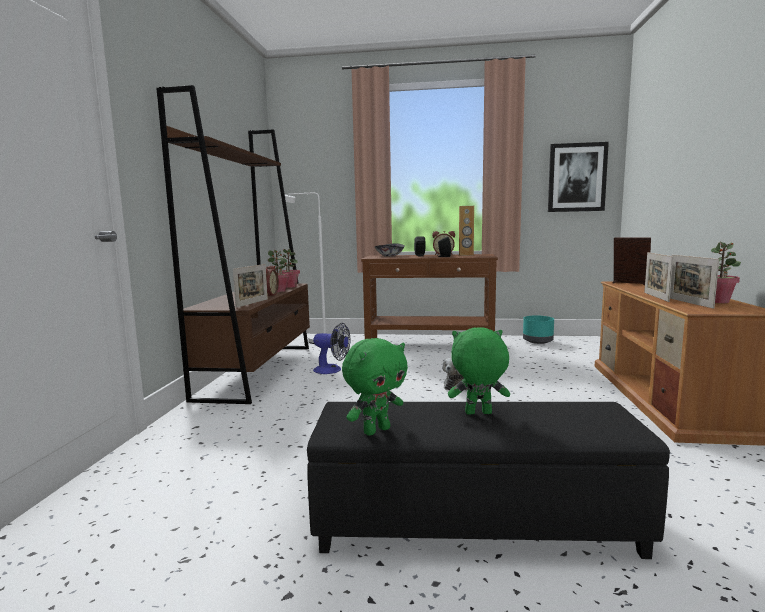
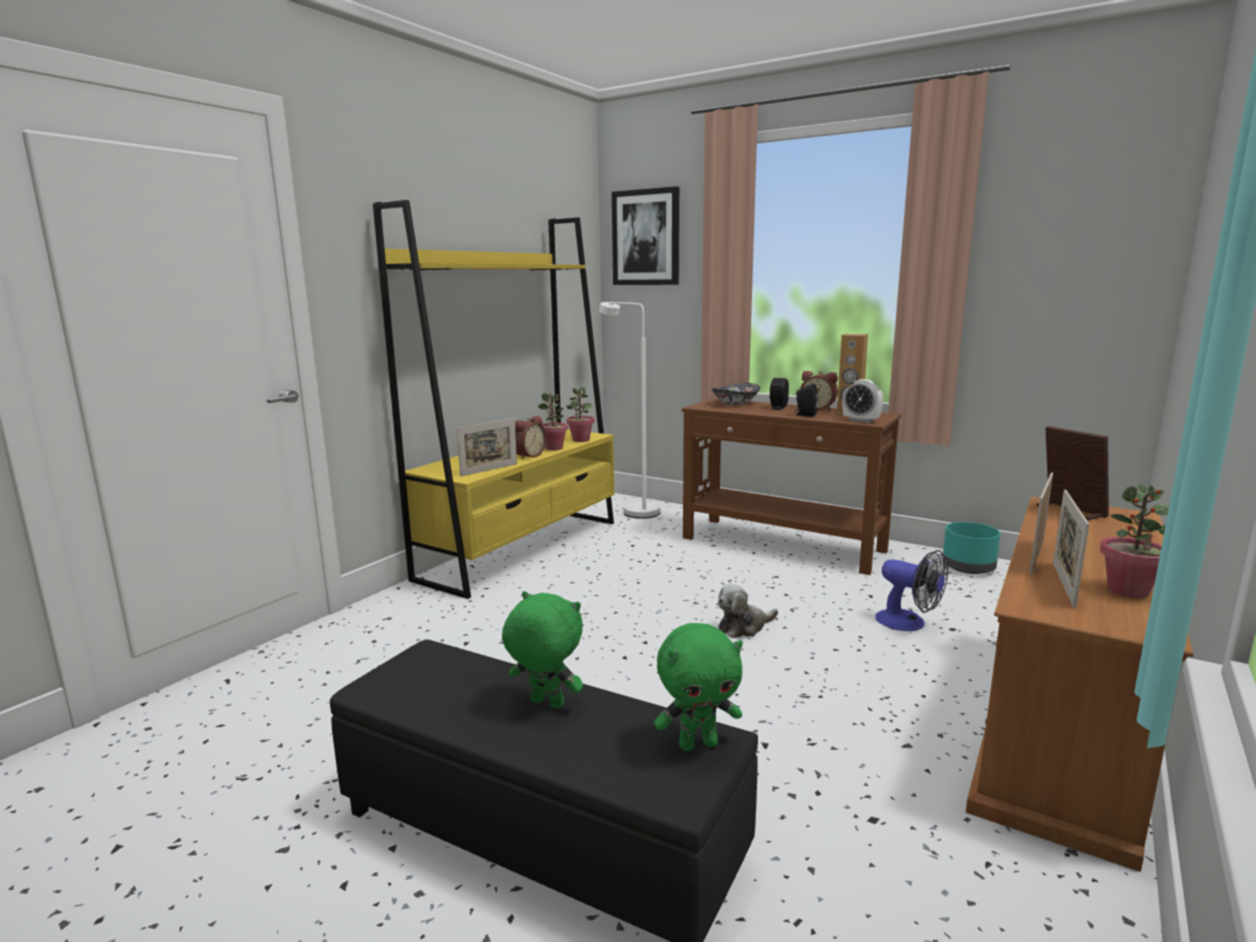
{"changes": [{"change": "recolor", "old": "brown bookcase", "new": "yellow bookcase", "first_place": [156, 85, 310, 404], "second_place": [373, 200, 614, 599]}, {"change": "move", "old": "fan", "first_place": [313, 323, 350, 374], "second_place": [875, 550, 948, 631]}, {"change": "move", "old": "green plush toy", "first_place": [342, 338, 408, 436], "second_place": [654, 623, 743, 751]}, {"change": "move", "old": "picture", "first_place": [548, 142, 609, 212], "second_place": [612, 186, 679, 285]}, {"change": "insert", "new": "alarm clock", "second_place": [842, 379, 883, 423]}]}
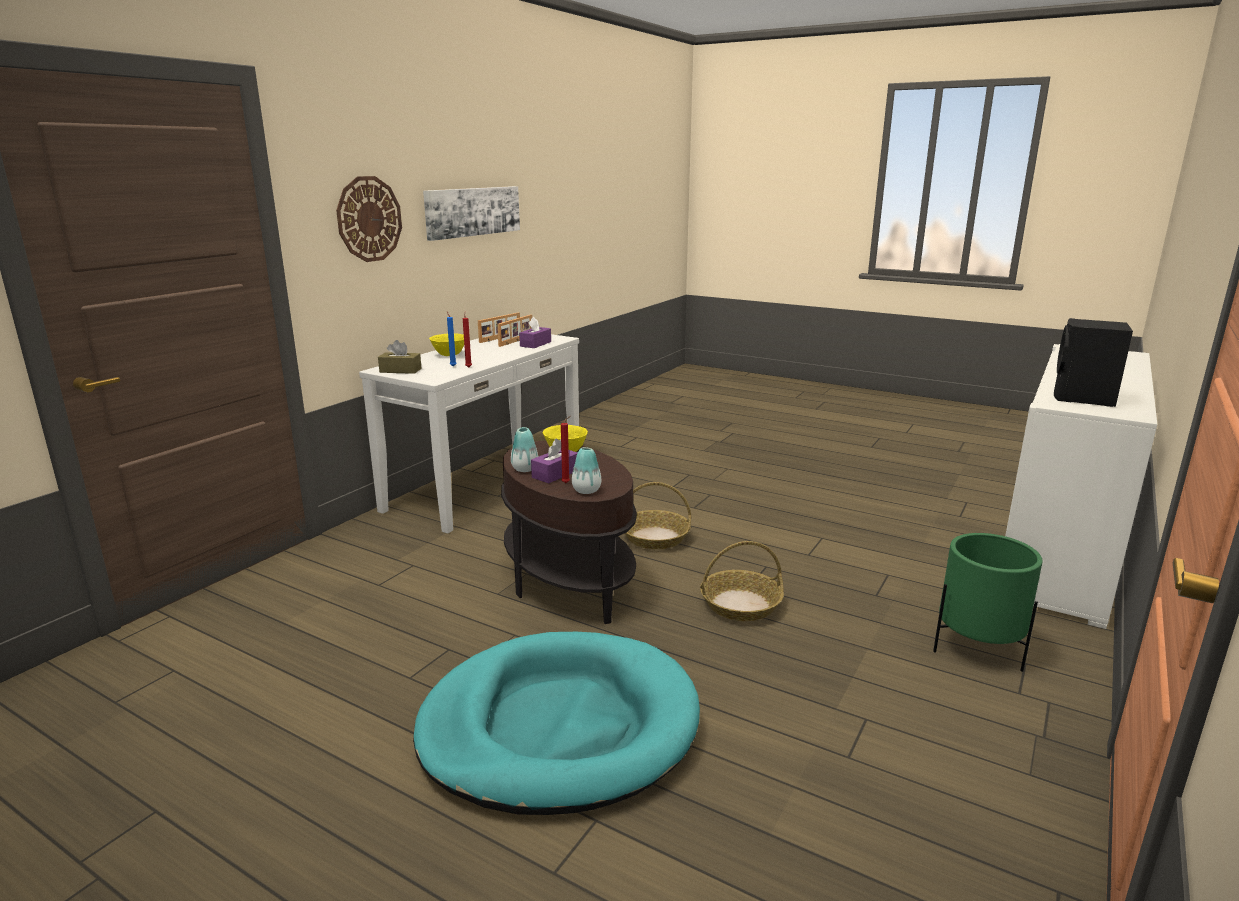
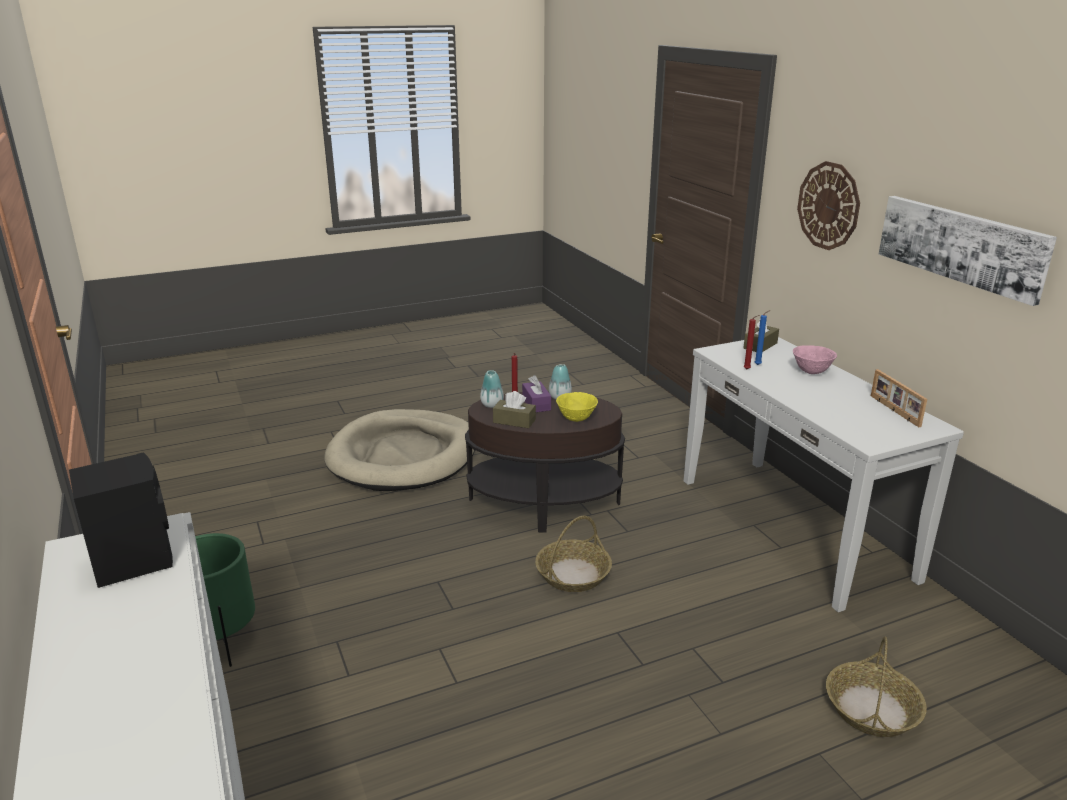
{"changes": [{"change": "recolor", "old": "turquoise dog bed", "new": "beige dog bed", "first_place": [413, 632, 700, 815], "second_place": [324, 409, 475, 491]}, {"change": "recolor", "old": "yellow bowl", "new": "pink bowl", "first_place": [429, 333, 464, 356], "second_place": [793, 345, 837, 374]}, {"change": "delete", "old": "picture frame", "first_place": [497, 315, 532, 347]}, {"change": "delete", "old": "purple tissue box", "first_place": [519, 317, 551, 348]}, {"change": "move", "old": "basket", "first_place": [700, 541, 784, 621], "second_place": [826, 636, 927, 737]}, {"change": "insert", "new": "brown tissue box", "second_place": [493, 391, 536, 428]}]}
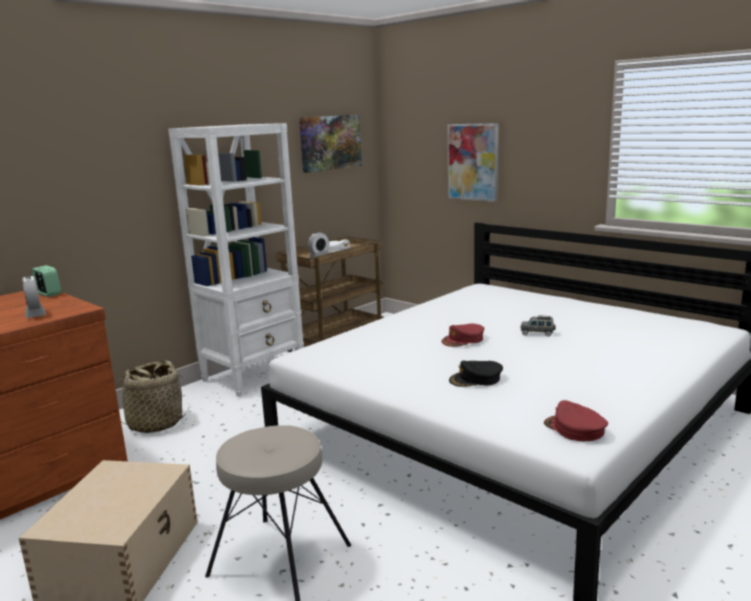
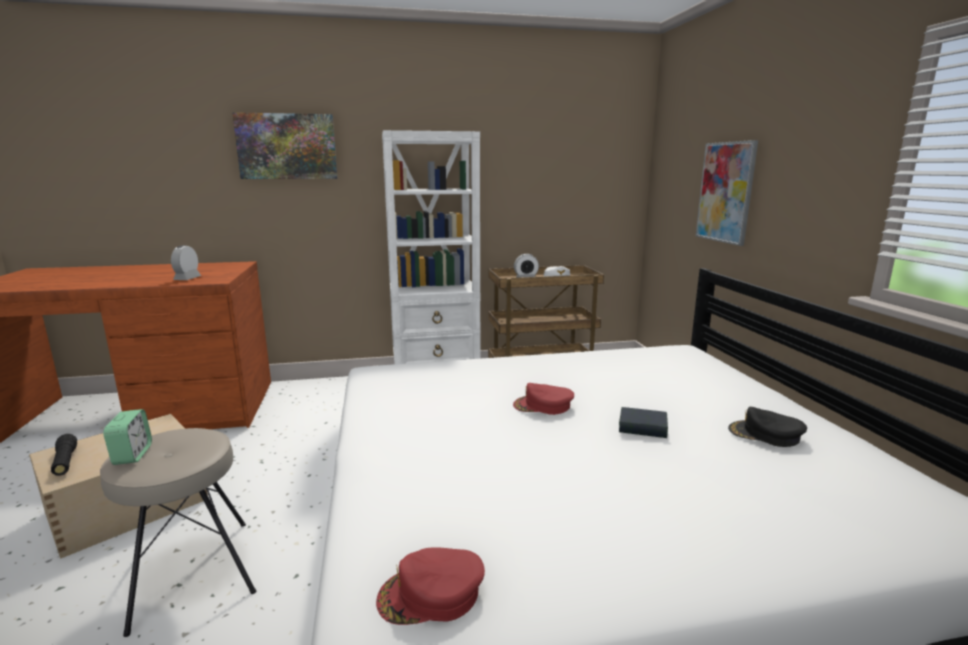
{"changes": [{"change": "move", "old": "alarm clock", "first_place": [32, 265, 62, 297], "second_place": [103, 409, 152, 465]}, {"change": "delete", "old": "basket", "first_place": [116, 361, 190, 433]}, {"change": "move", "old": "picture", "first_place": [299, 115, 362, 173], "second_place": [232, 112, 337, 179]}, {"change": "move", "old": "black cap", "first_place": [449, 361, 503, 387], "second_place": [728, 407, 807, 447]}, {"change": "replace", "old": "grey toy car", "new": "book", "first_place": [521, 315, 555, 337], "second_place": [619, 407, 668, 438]}, {"change": "rotate", "old": "red cap", "first_place": [544, 400, 608, 441], "second_place": [376, 547, 485, 625], "degrees": -105}, {"change": "insert", "new": "black flashlight", "second_place": [51, 434, 77, 476]}]}
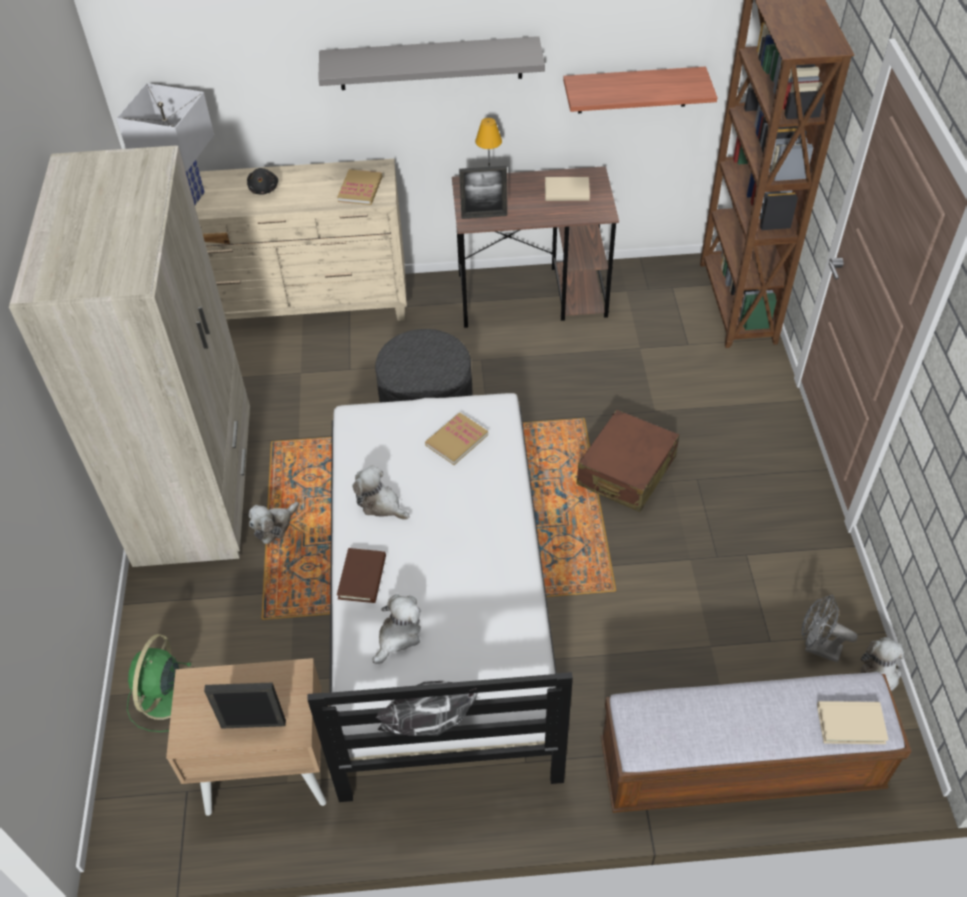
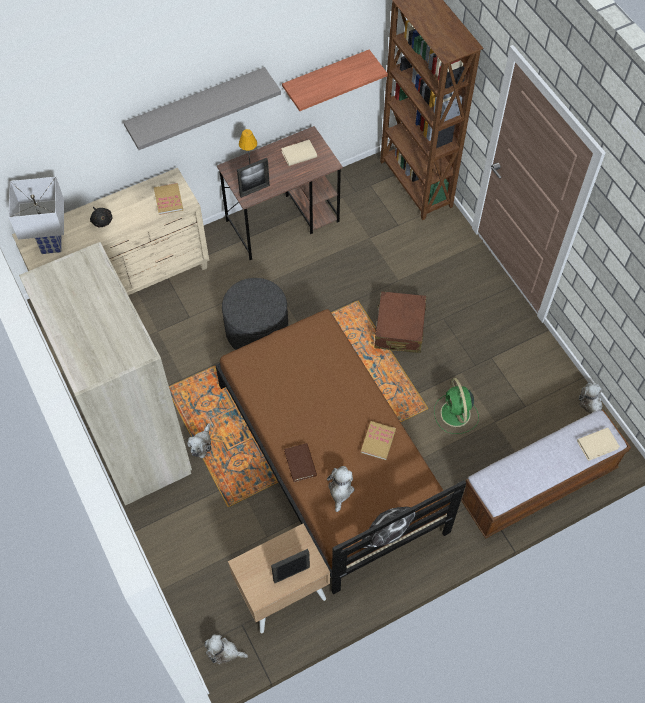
{"changes": [{"change": "move", "old": "green fan", "first_place": [127, 634, 191, 732], "second_place": [434, 378, 479, 434]}, {"change": "recolor", "old": "white bed", "new": "brown bed", "first_place": [308, 393, 573, 802], "second_place": [216, 309, 466, 594]}, {"change": "move", "old": "plush toy", "first_place": [352, 466, 410, 520], "second_place": [204, 635, 248, 664]}, {"change": "move", "old": "book", "first_place": [425, 413, 488, 465], "second_place": [361, 421, 396, 460]}, {"change": "delete", "old": "grey fan", "first_place": [802, 595, 857, 663]}]}
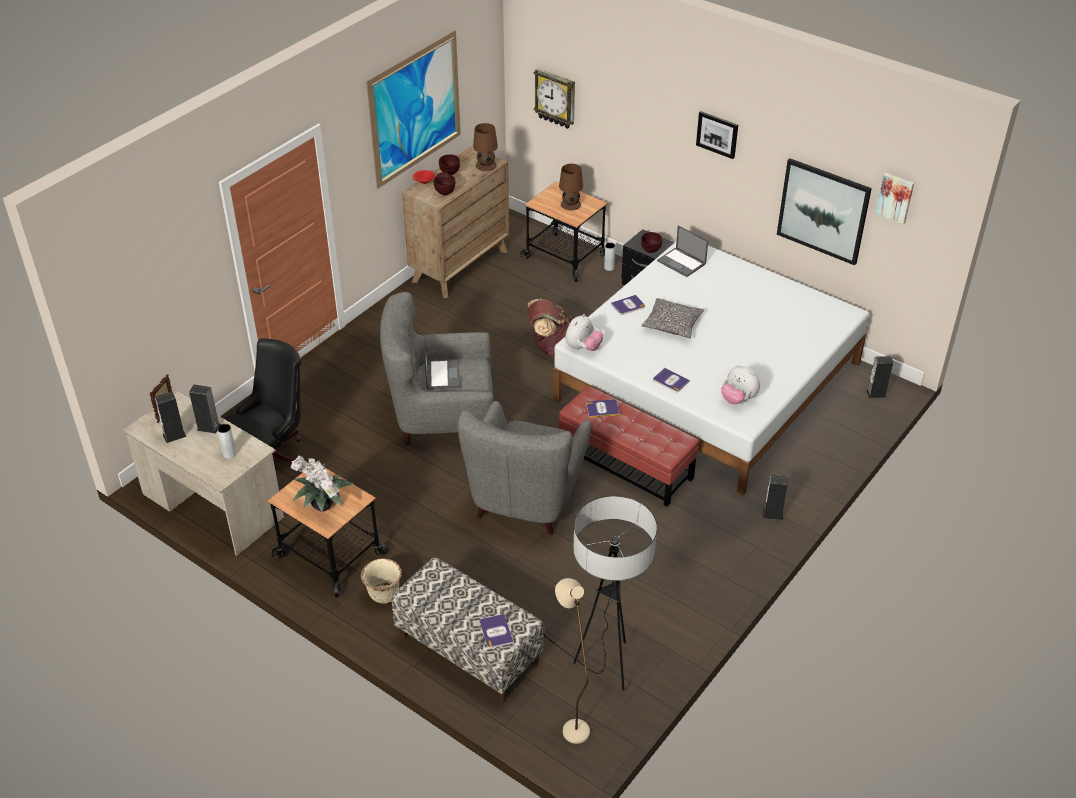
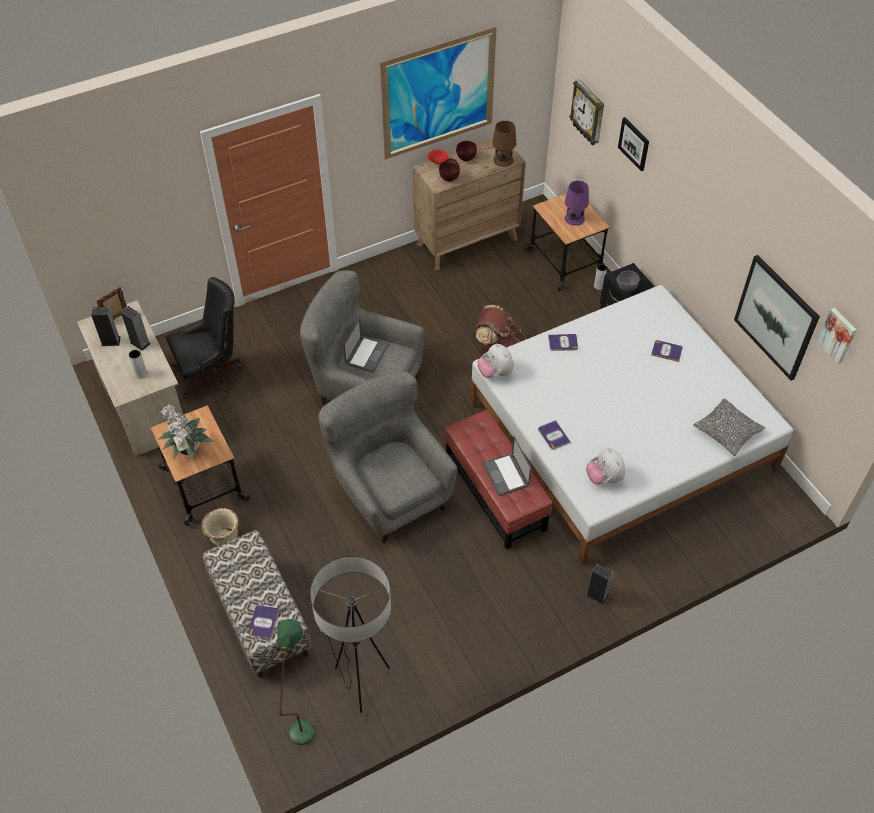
{"changes": [{"change": "rotate", "old": "grey armchair", "first_place": [457, 401, 591, 535], "second_place": [318, 370, 457, 543], "degrees": 105}, {"change": "recolor", "old": "beige floor lamp", "new": "green floor lamp", "first_place": [555, 578, 590, 744], "second_place": [277, 619, 314, 745]}, {"change": "recolor", "old": "brown table lamp", "new": "purple table lamp", "first_place": [559, 164, 583, 210], "second_place": [565, 181, 589, 226]}, {"change": "rotate", "old": "plush toy", "first_place": [565, 314, 603, 351], "second_place": [477, 344, 514, 378], "degrees": 90}, {"change": "move", "old": "book", "first_place": [586, 399, 620, 418], "second_place": [651, 340, 683, 362]}, {"change": "recolor", "old": "brown bowl", "new": "grey bowl", "first_place": [641, 232, 662, 253], "second_place": [616, 271, 639, 292]}, {"change": "move", "old": "pillow", "first_place": [641, 298, 704, 338], "second_place": [693, 398, 765, 456]}, {"change": "move", "old": "laptop", "first_place": [657, 225, 708, 277], "second_place": [483, 436, 532, 496]}, {"change": "move", "old": "picture", "first_place": [696, 111, 738, 159], "second_place": [618, 117, 649, 171]}, {"change": "delete", "old": "speaker", "first_place": [866, 356, 893, 398]}]}
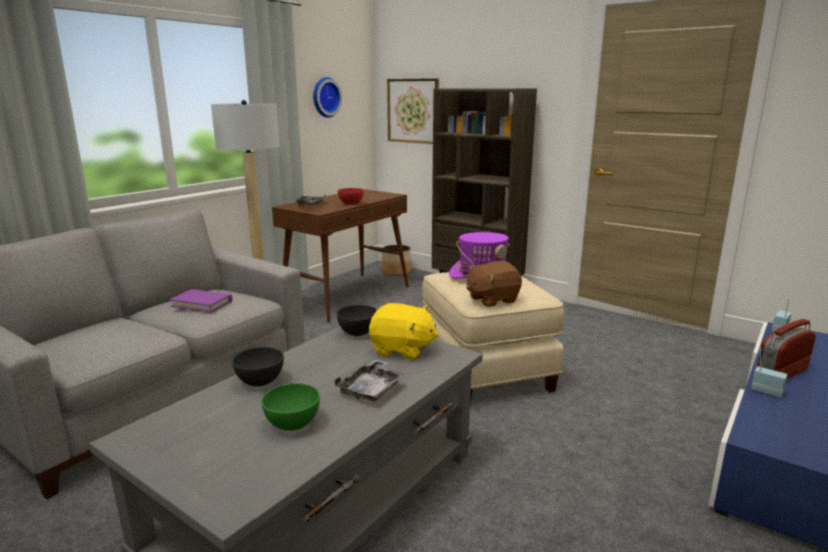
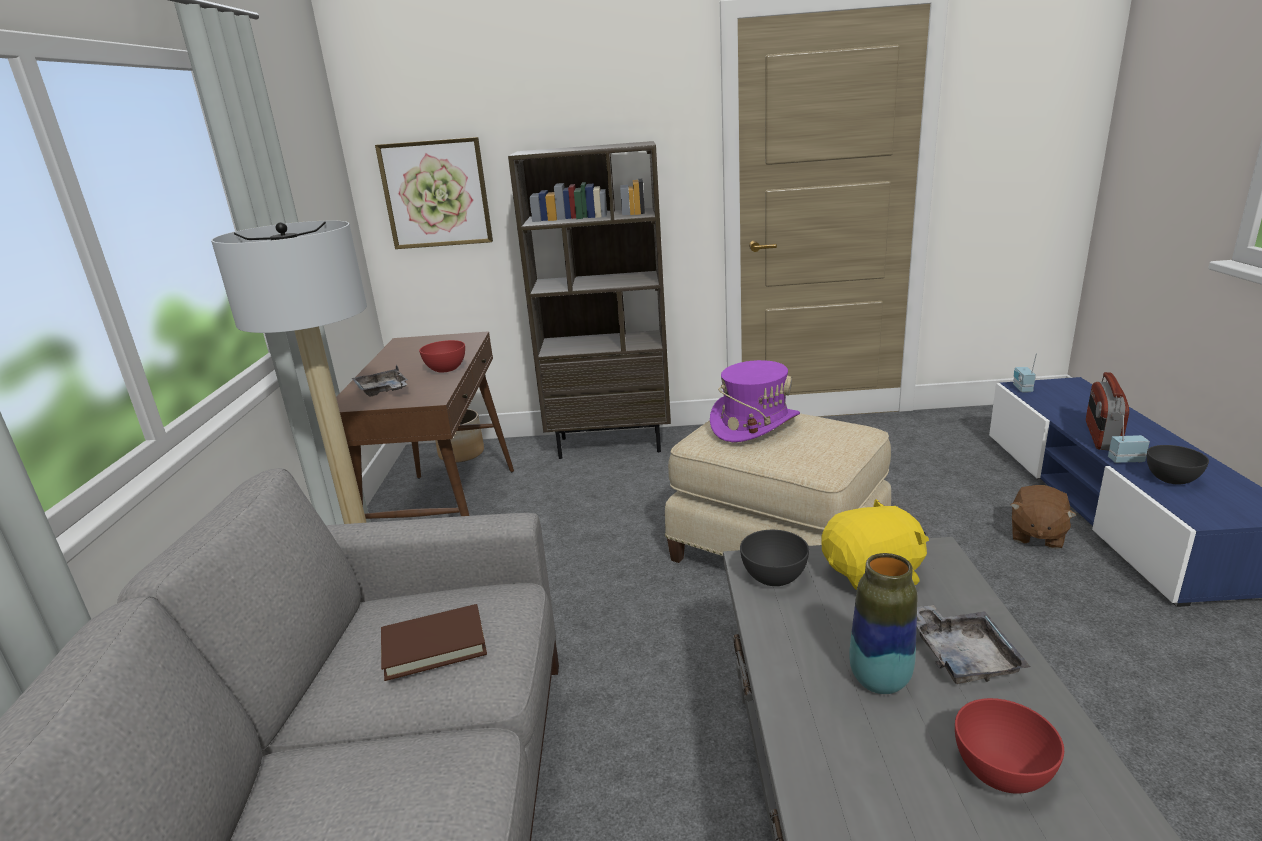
{"changes": [{"change": "recolor", "old": "purple book", "new": "brown book", "first_place": [170, 289, 232, 313], "second_place": [381, 604, 487, 681]}, {"change": "move", "old": "grey bowl", "first_place": [232, 347, 284, 386], "second_place": [1147, 445, 1209, 484]}, {"change": "recolor", "old": "green bowl", "new": "red bowl", "first_place": [261, 383, 320, 431], "second_place": [955, 698, 1064, 794]}, {"change": "delete", "old": "wall clock", "first_place": [313, 77, 342, 118]}, {"change": "move", "old": "brown plush toy", "first_place": [466, 261, 522, 307], "second_place": [1011, 485, 1076, 549]}, {"change": "insert", "new": "vase", "second_place": [849, 553, 917, 694]}]}
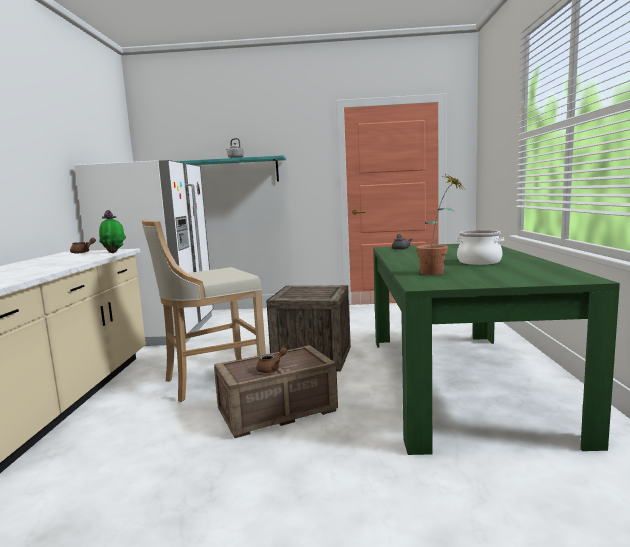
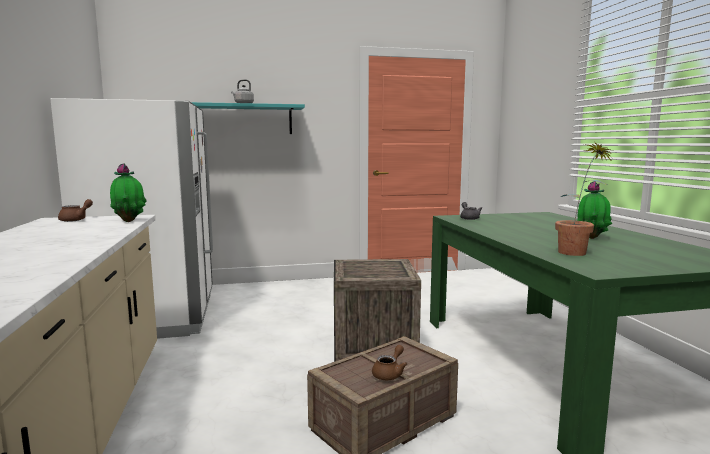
{"changes": [{"change": "delete", "old": "beige stool", "first_place": [141, 219, 266, 402]}, {"change": "replace", "old": "cooking pot", "new": "potted plant", "first_place": [456, 230, 504, 265], "second_place": [577, 181, 612, 239]}]}
